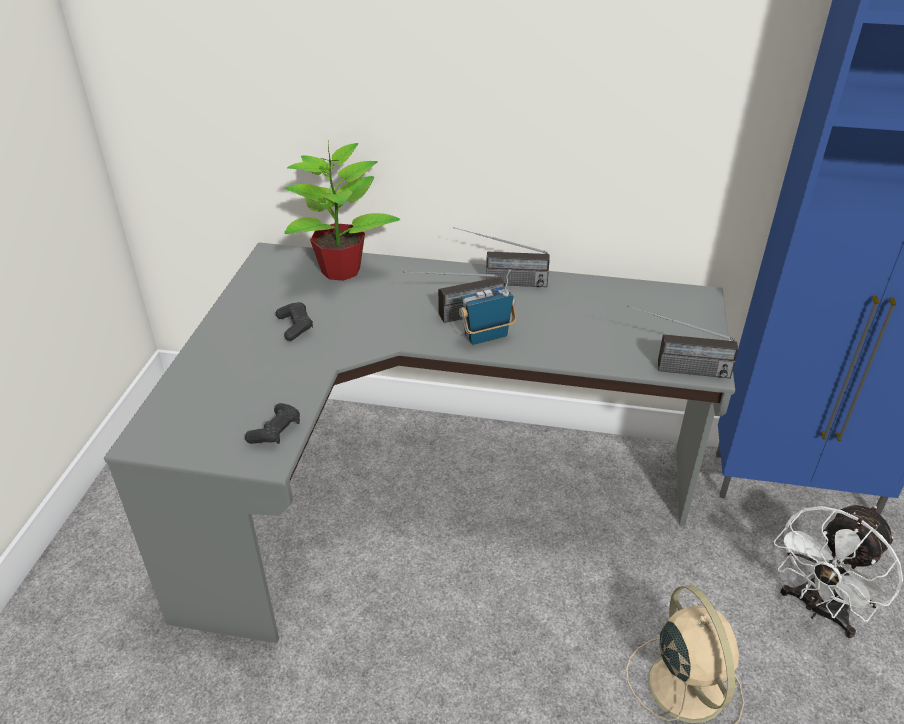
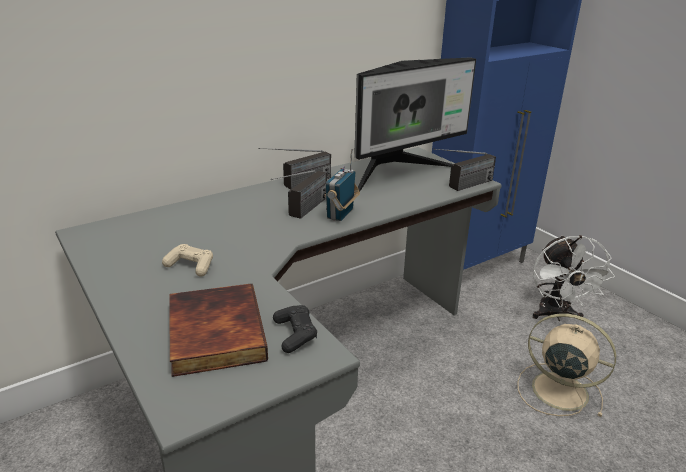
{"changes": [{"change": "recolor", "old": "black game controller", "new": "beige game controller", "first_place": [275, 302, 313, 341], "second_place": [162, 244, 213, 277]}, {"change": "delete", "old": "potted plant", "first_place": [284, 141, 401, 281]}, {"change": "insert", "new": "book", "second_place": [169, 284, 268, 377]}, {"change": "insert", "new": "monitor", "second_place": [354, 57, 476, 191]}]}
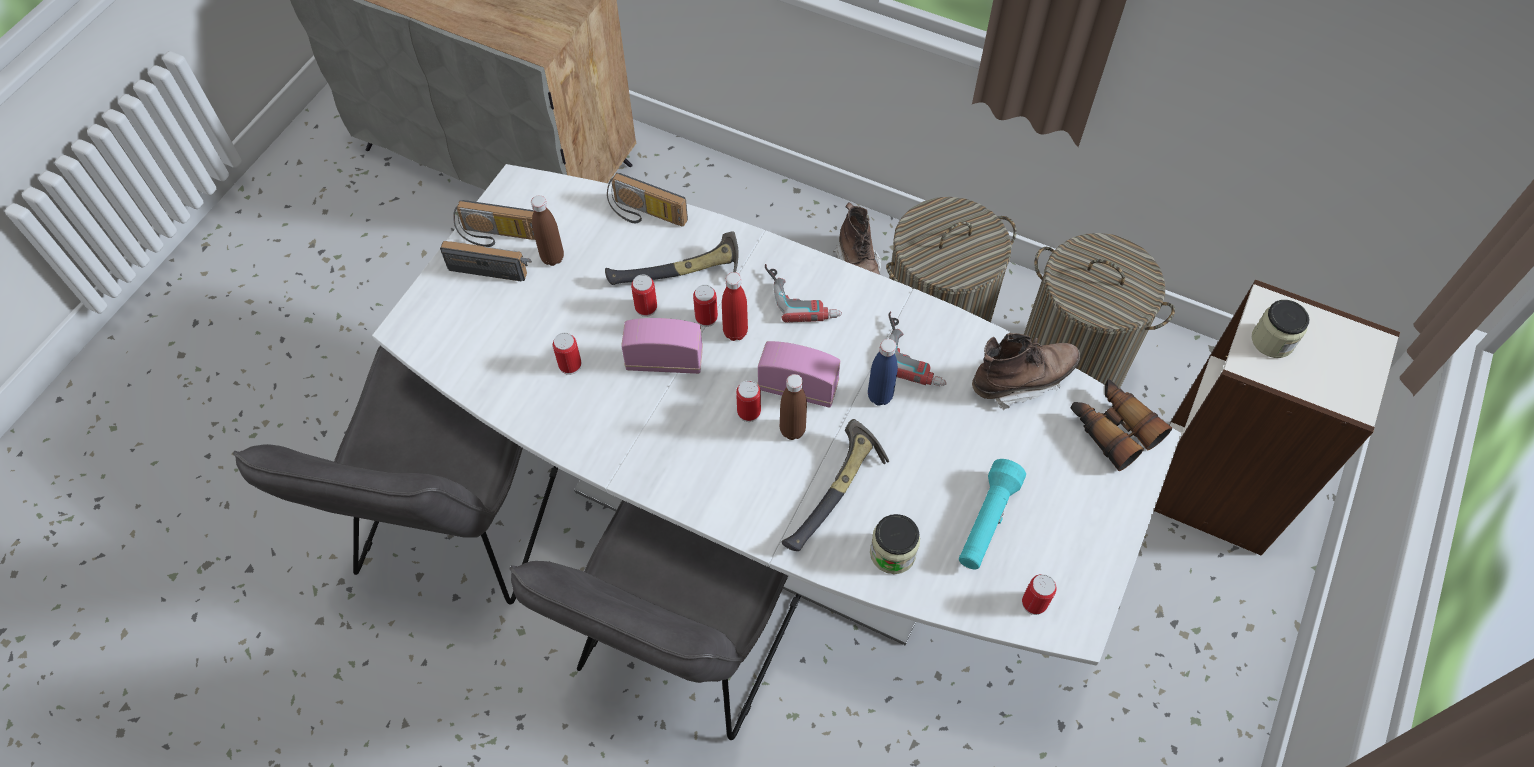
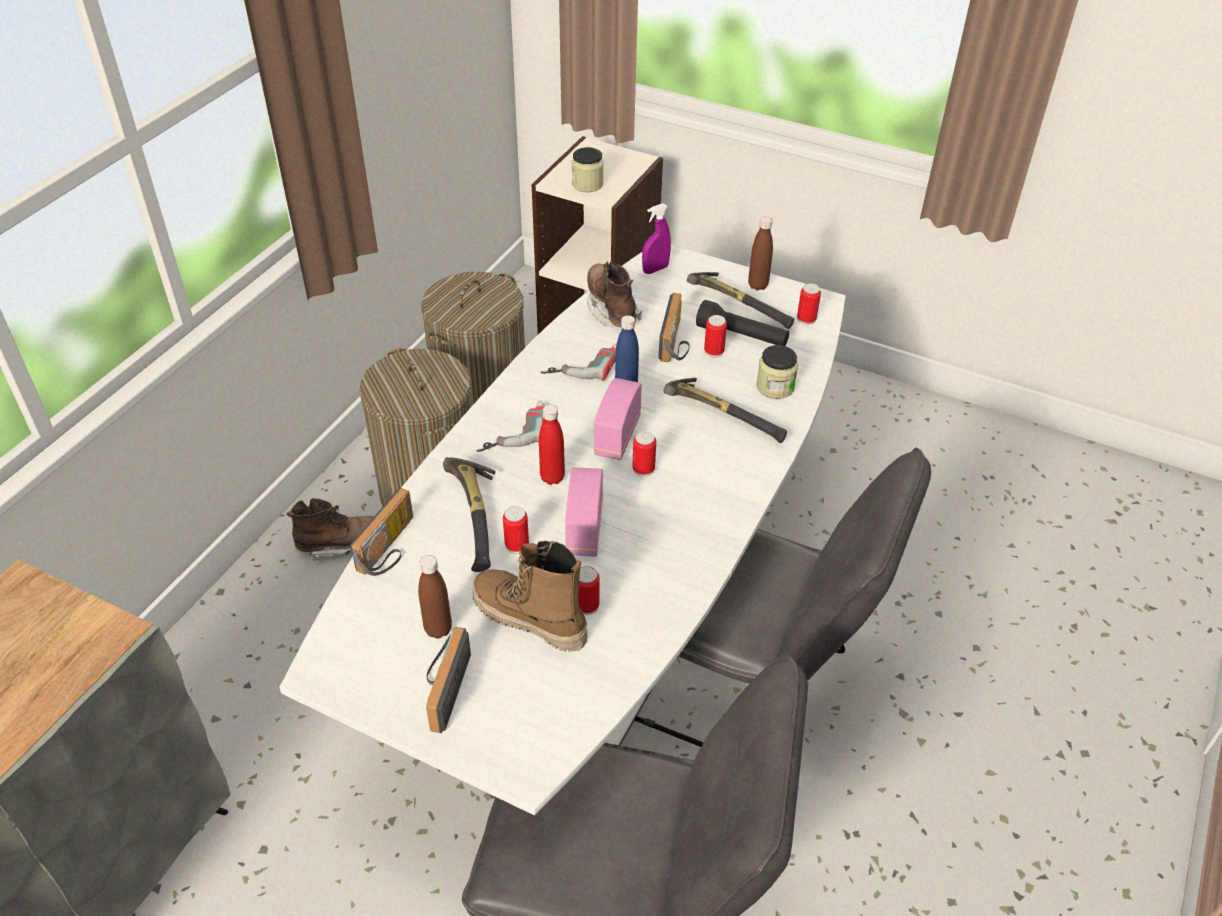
{"changes": [{"change": "move", "old": "radio", "first_place": [453, 200, 535, 247], "second_place": [658, 293, 690, 362]}, {"change": "move", "old": "can", "first_place": [693, 285, 718, 327], "second_place": [704, 315, 727, 358]}, {"change": "move", "old": "brown bottle", "first_place": [780, 374, 807, 440], "second_place": [748, 217, 773, 290]}, {"change": "recolor", "old": "turquoise flashlight", "new": "black flashlight", "first_place": [959, 459, 1026, 569], "second_place": [696, 300, 789, 346]}, {"change": "replace", "old": "binoculars", "new": "purple spray bottle", "first_place": [1071, 379, 1172, 471], "second_place": [642, 203, 671, 274]}, {"change": "insert", "new": "boot", "second_place": [473, 541, 588, 652]}, {"change": "insert", "new": "hammer", "second_place": [687, 272, 794, 329]}]}
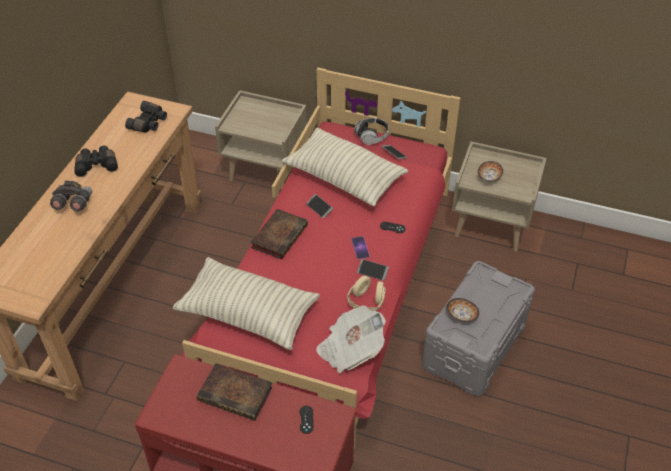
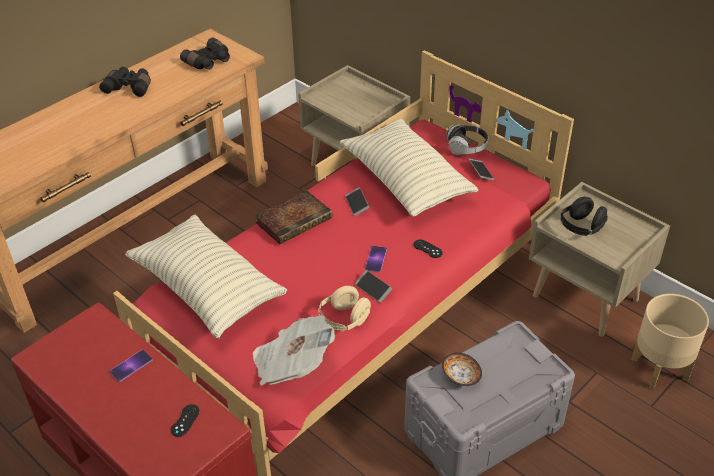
{"changes": [{"change": "delete", "old": "grey binoculars", "first_place": [50, 181, 92, 212]}, {"change": "replace", "old": "book", "new": "phone", "first_place": [197, 363, 273, 421], "second_place": [109, 350, 153, 382]}, {"change": "replace", "old": "bowl", "new": "black headphones", "first_place": [478, 161, 503, 182], "second_place": [560, 197, 608, 236]}, {"change": "insert", "new": "beige planter", "second_place": [631, 294, 709, 390]}]}
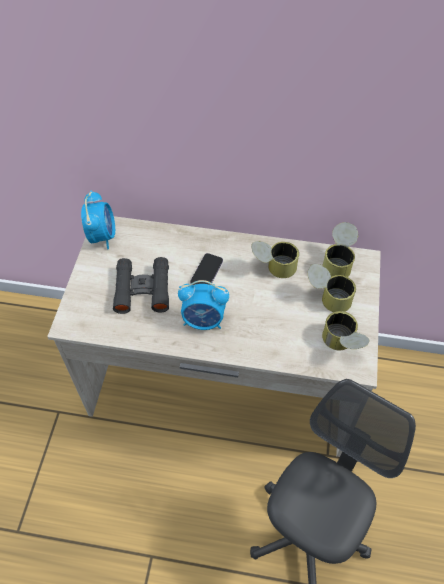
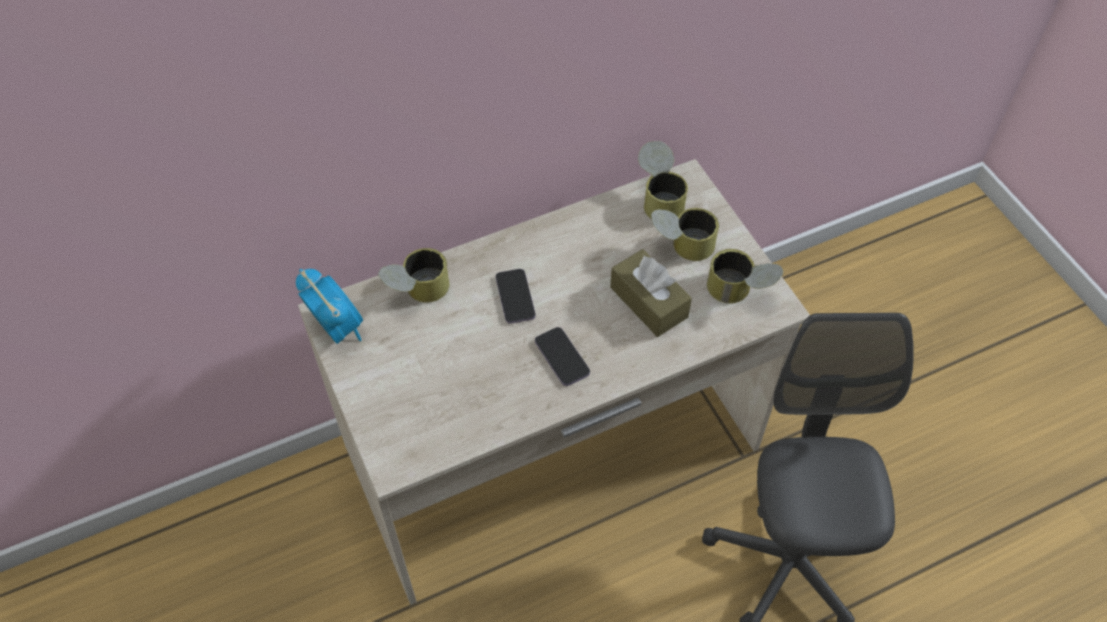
{"changes": [{"change": "delete", "old": "black binoculars", "first_place": [113, 257, 169, 314]}, {"change": "replace", "old": "alarm clock", "new": "phone", "first_place": [178, 280, 229, 330], "second_place": [535, 327, 590, 386]}, {"change": "move", "old": "can", "first_place": [251, 241, 299, 278], "second_place": [378, 248, 449, 303]}, {"change": "insert", "new": "brown tissue box", "second_place": [610, 249, 692, 337]}]}
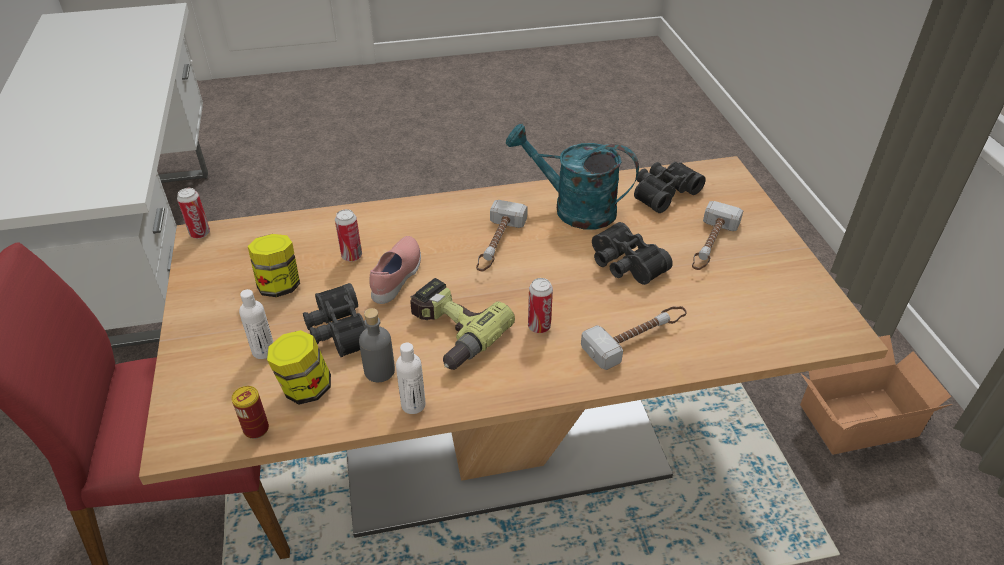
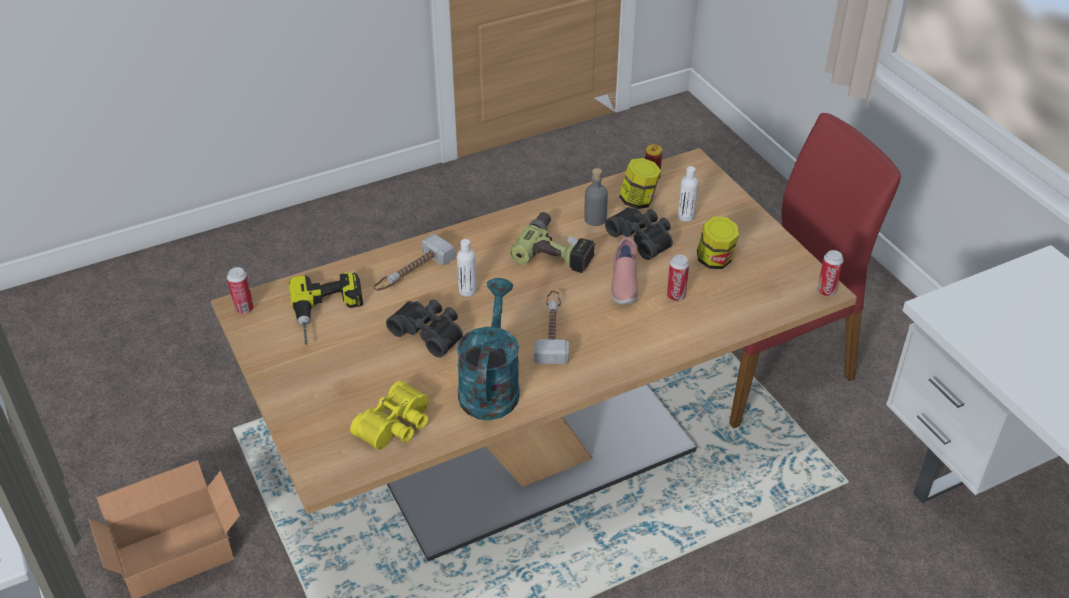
{"changes": [{"change": "move", "old": "white bottle", "first_place": [396, 343, 426, 414], "second_place": [457, 239, 477, 297]}, {"change": "rotate", "old": "turquoise watering can", "first_place": [506, 124, 639, 229], "second_place": [457, 278, 520, 420], "degrees": -90}, {"change": "move", "old": "can", "first_place": [528, 278, 553, 333], "second_place": [227, 267, 254, 314]}, {"change": "recolor", "old": "black binoculars", "new": "yellow binoculars", "first_place": [634, 162, 706, 213], "second_place": [350, 380, 429, 450]}, {"change": "delete", "old": "hammer", "first_place": [692, 201, 743, 270]}, {"change": "insert", "new": "power drill", "second_place": [289, 272, 363, 345]}]}
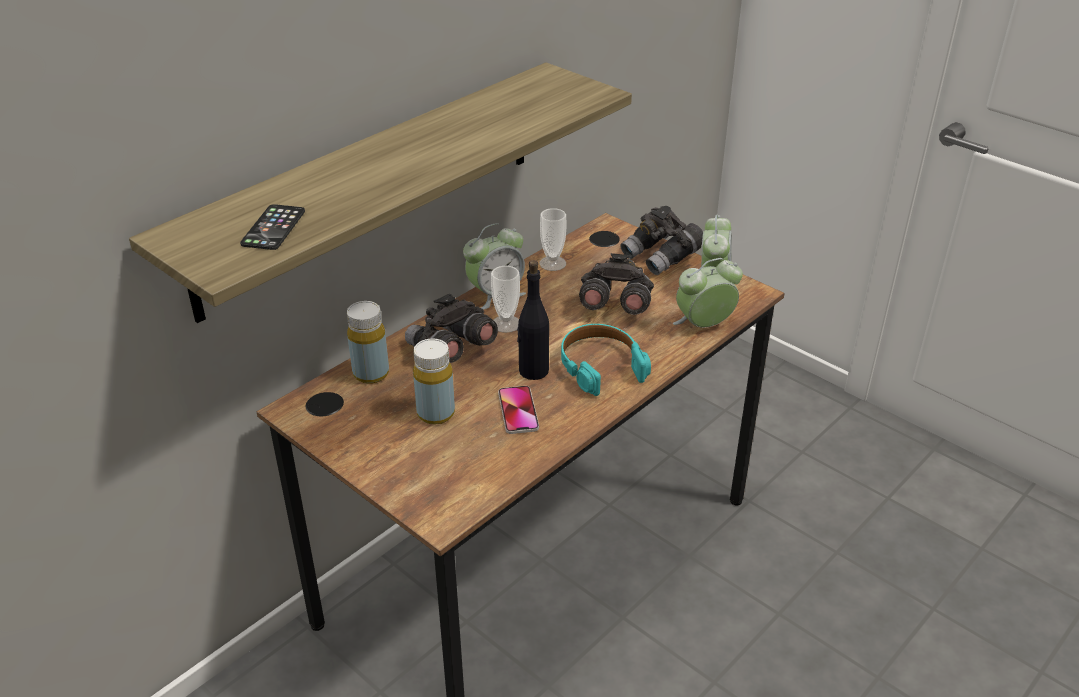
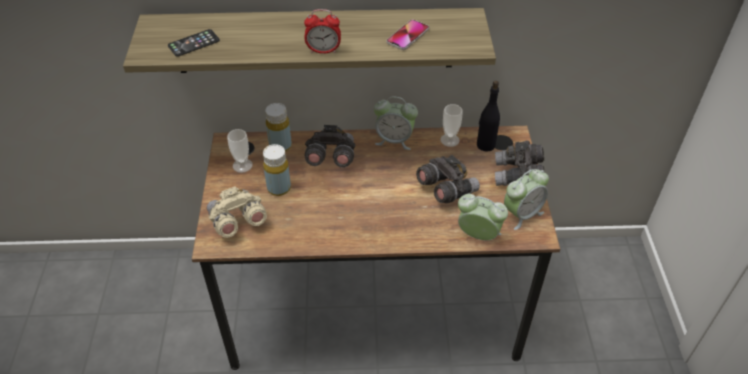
{"changes": [{"change": "move", "old": "cup", "first_place": [491, 266, 520, 333], "second_place": [227, 129, 253, 173]}, {"change": "move", "old": "phone", "first_place": [498, 386, 539, 434], "second_place": [386, 20, 429, 50]}, {"change": "move", "old": "black bottle", "first_place": [517, 260, 549, 380], "second_place": [477, 81, 500, 152]}, {"change": "delete", "old": "turquoise headphones", "first_place": [561, 324, 651, 396]}, {"change": "insert", "new": "beige binoculars", "second_place": [207, 186, 267, 238]}, {"change": "insert", "new": "alarm clock", "second_place": [304, 9, 341, 54]}]}
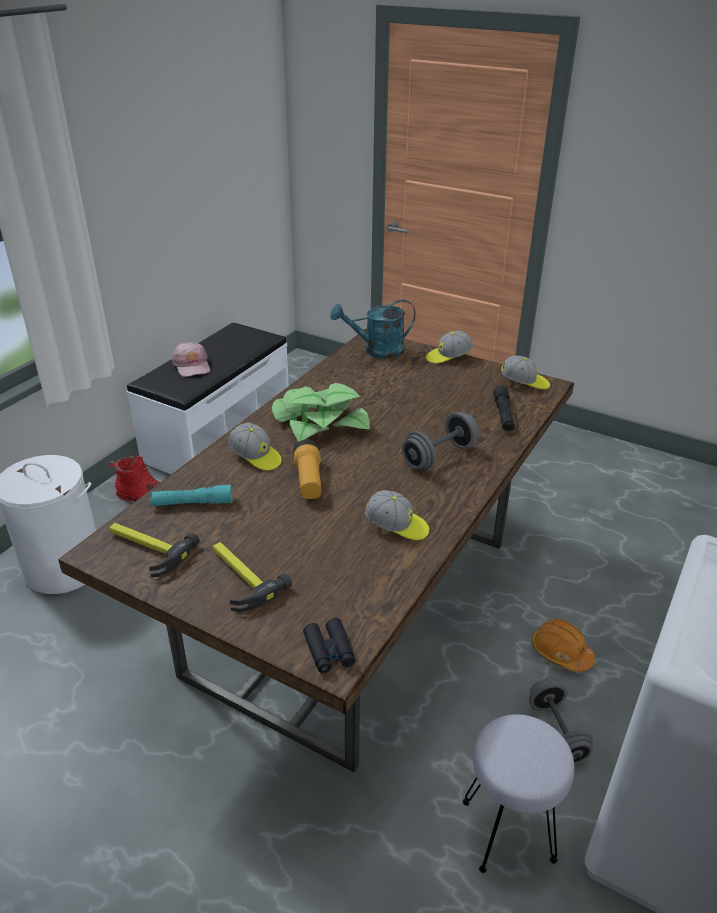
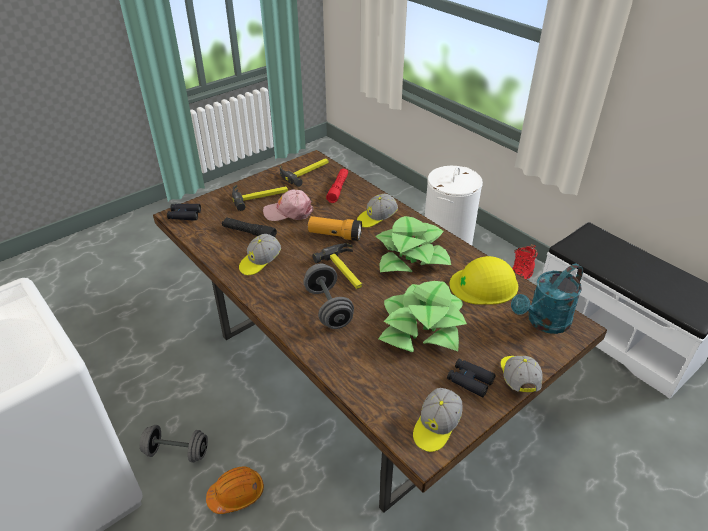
{"changes": [{"change": "recolor", "old": "turquoise flashlight", "new": "red flashlight", "first_place": [149, 485, 232, 506], "second_place": [326, 169, 348, 203]}, {"change": "move", "old": "pink cap", "first_place": [171, 342, 210, 377], "second_place": [263, 190, 313, 221]}, {"change": "rotate", "old": "turquoise watering can", "first_place": [330, 300, 416, 359], "second_place": [511, 264, 583, 334], "degrees": -135}, {"change": "delete", "old": "grey stool", "first_place": [463, 714, 575, 873]}, {"change": "move", "old": "black flashlight", "first_place": [493, 386, 515, 431], "second_place": [222, 217, 277, 238]}, {"change": "insert", "new": "hammer", "second_place": [312, 243, 362, 289]}, {"change": "insert", "new": "potted plant", "second_place": [378, 281, 467, 352]}, {"change": "insert", "new": "black binoculars", "second_place": [447, 358, 496, 397]}, {"change": "insert", "new": "yellow hard hat", "second_place": [450, 256, 518, 305]}]}
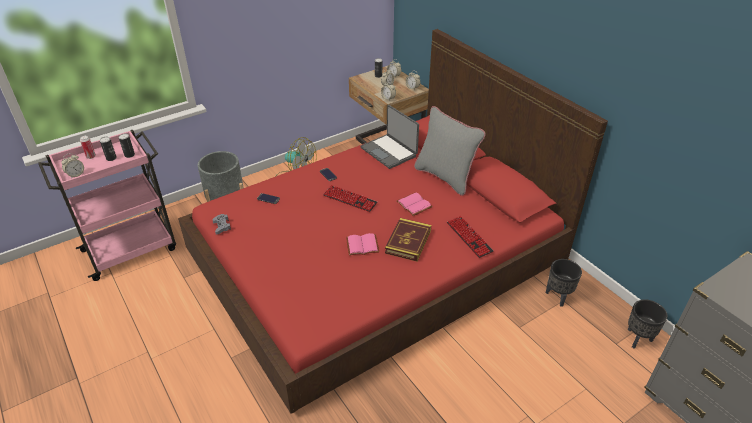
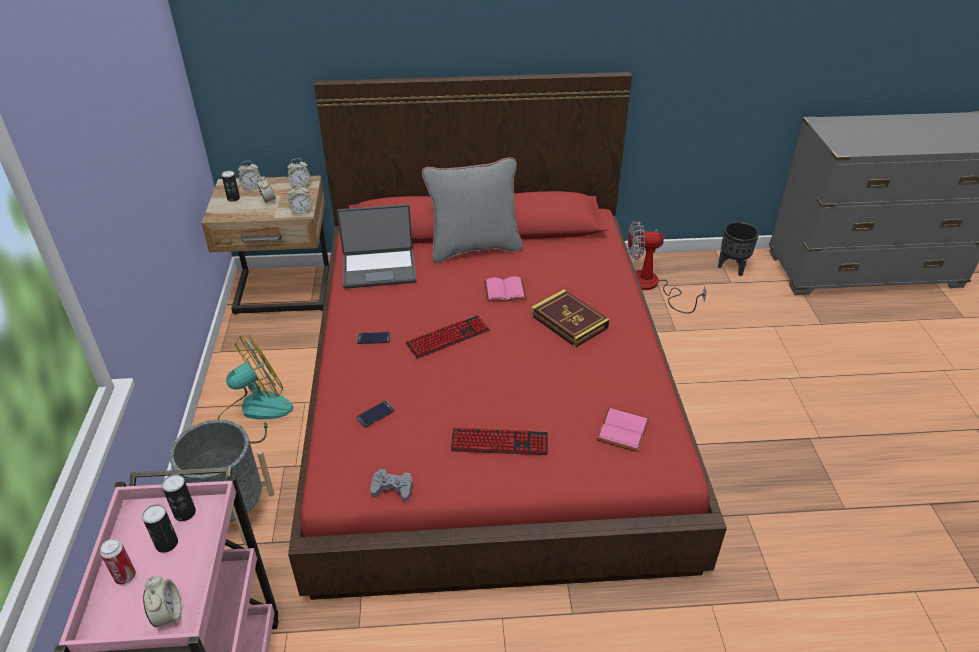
{"changes": [{"change": "move", "old": "pink book", "first_place": [346, 233, 379, 255], "second_place": [597, 407, 649, 452]}, {"change": "move", "old": "keyboard", "first_place": [447, 216, 494, 258], "second_place": [451, 427, 548, 455]}, {"change": "replace", "old": "black planter", "new": "fan", "first_place": [546, 259, 582, 307], "second_place": [628, 220, 707, 313]}]}
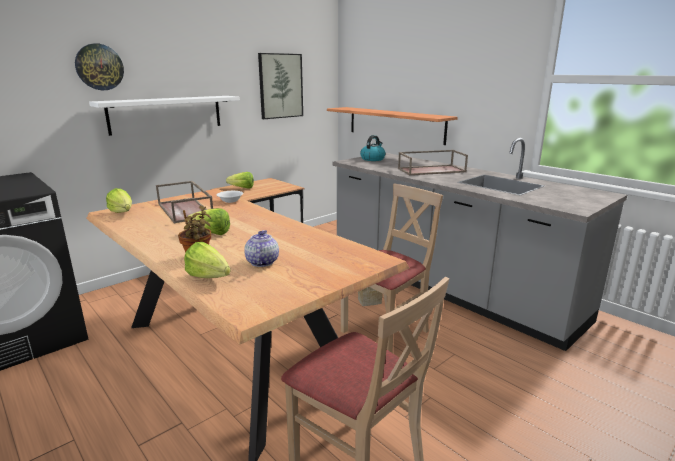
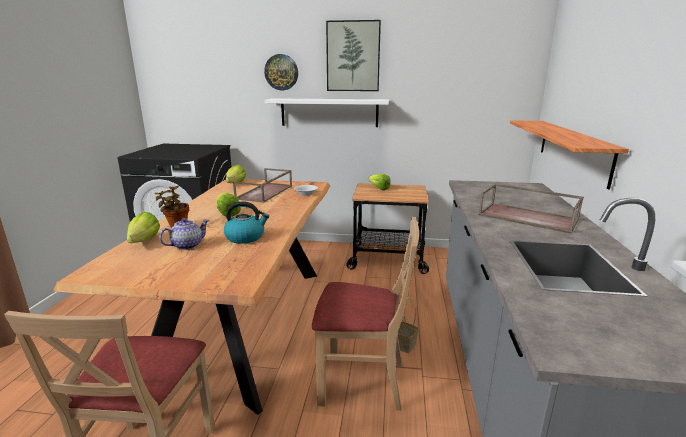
{"changes": [{"change": "move", "old": "picture", "first_place": [258, 53, 303, 119], "second_place": [326, 20, 381, 91]}, {"change": "move", "old": "kettle", "first_place": [360, 135, 386, 161], "second_place": [224, 201, 269, 244]}]}
